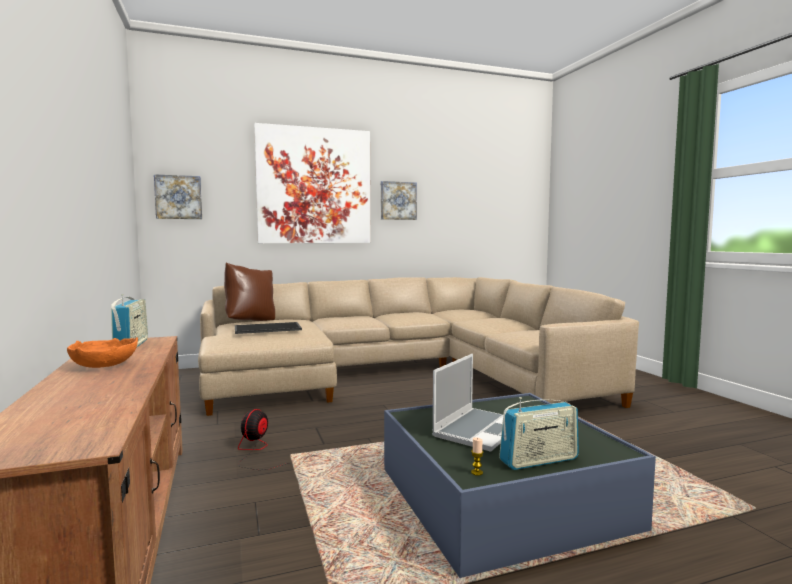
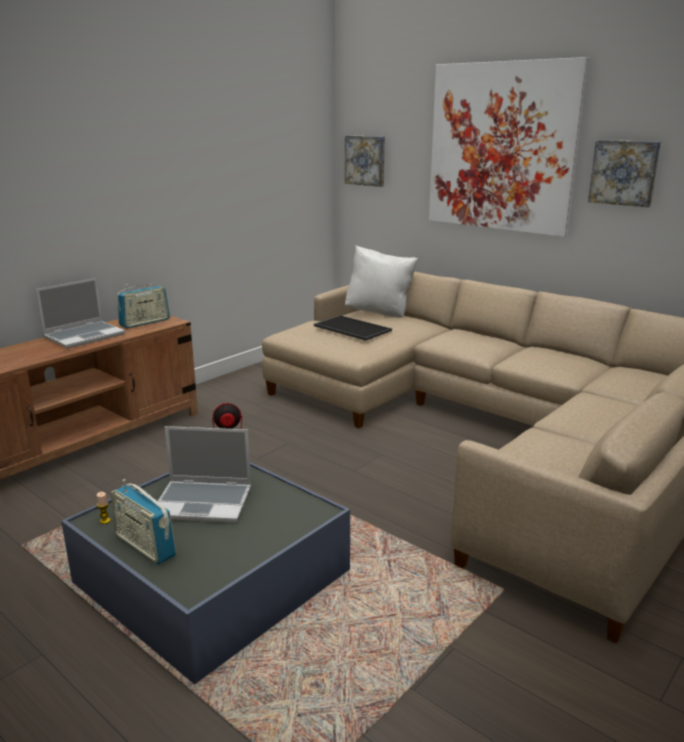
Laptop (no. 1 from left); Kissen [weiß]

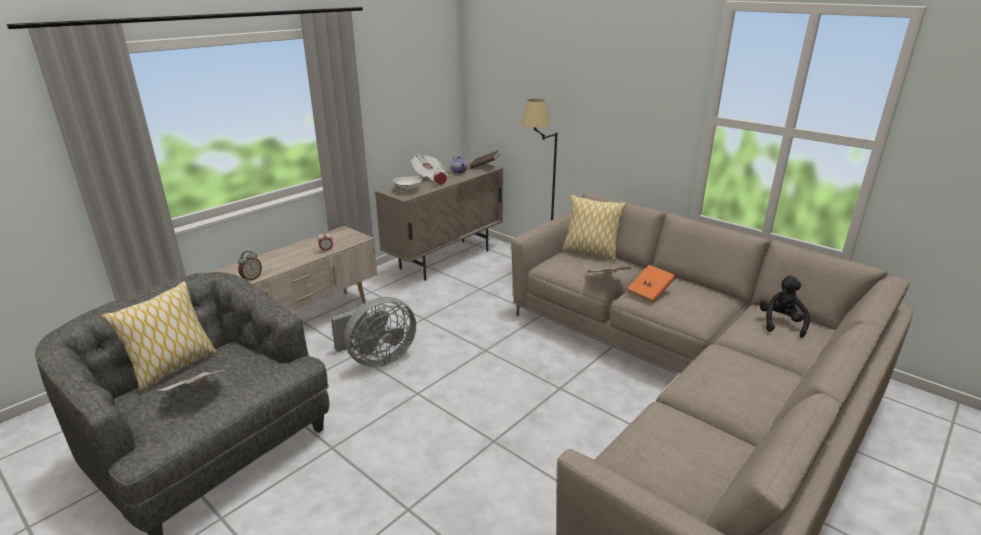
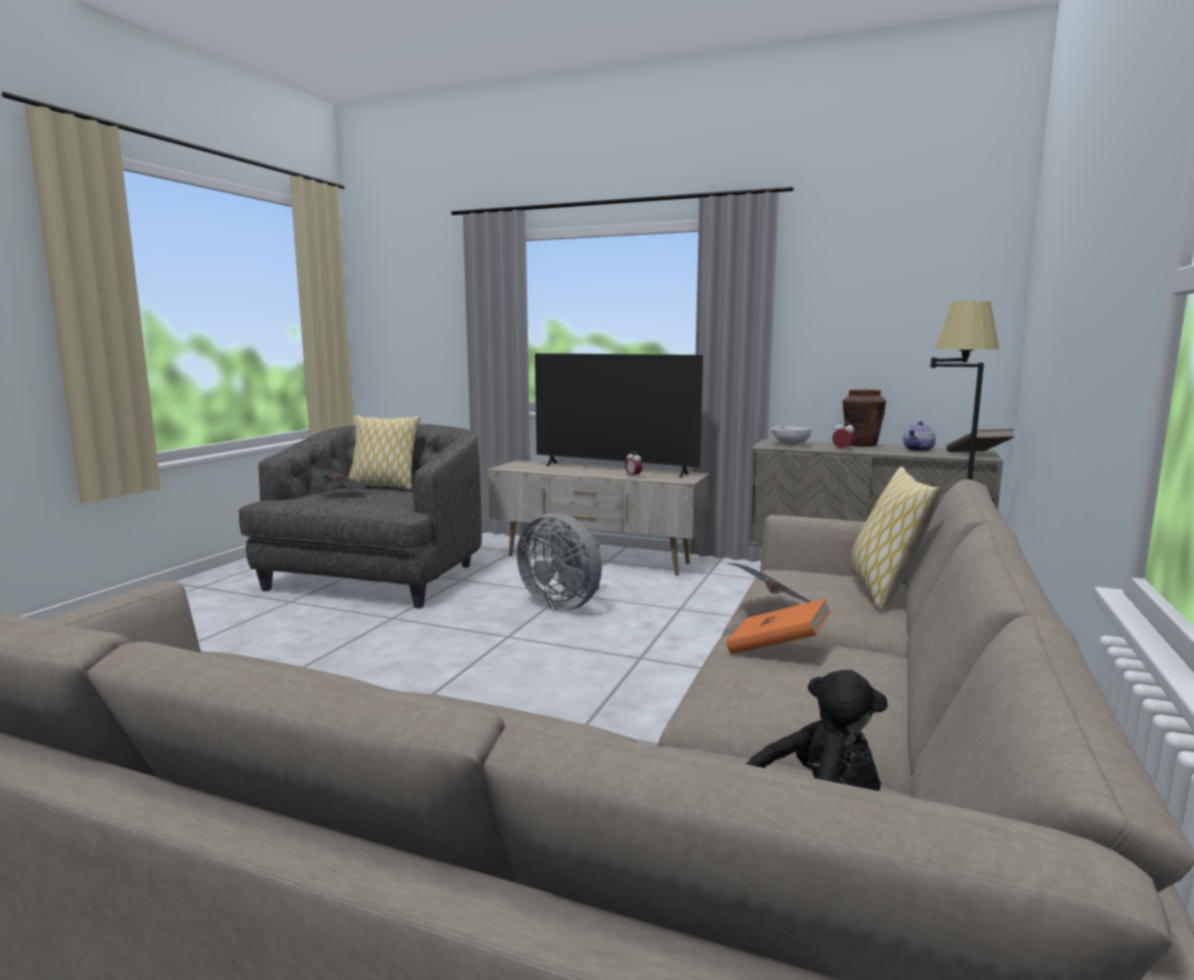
Fernseher; Vase [braun]; Wecker (no. 1 from left in the first image)

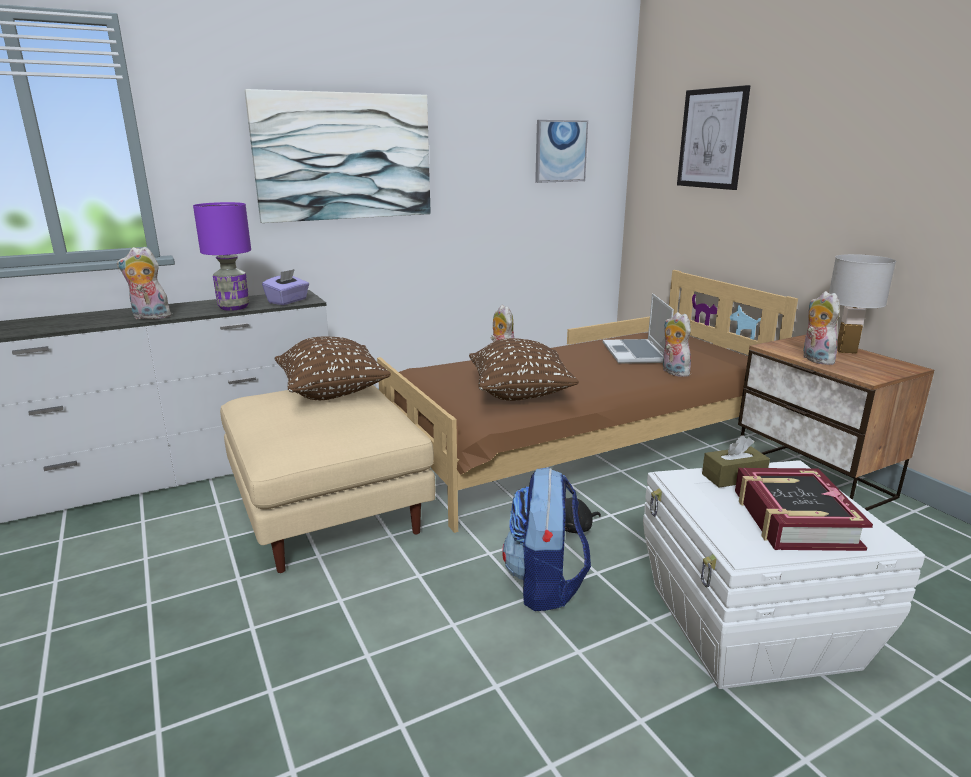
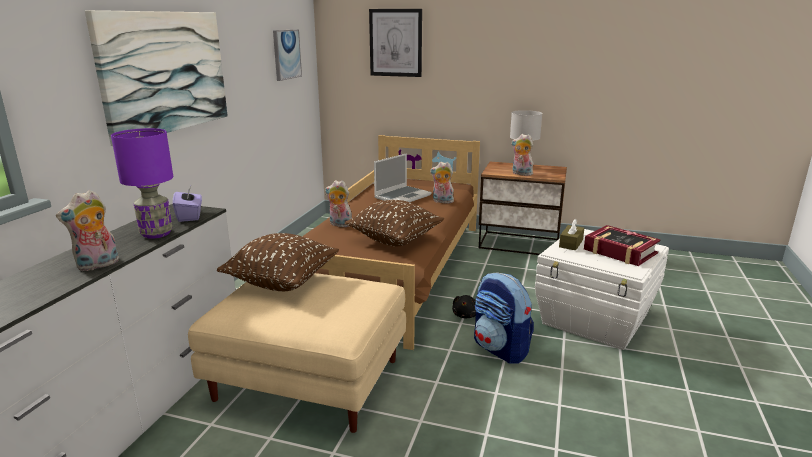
Laptop

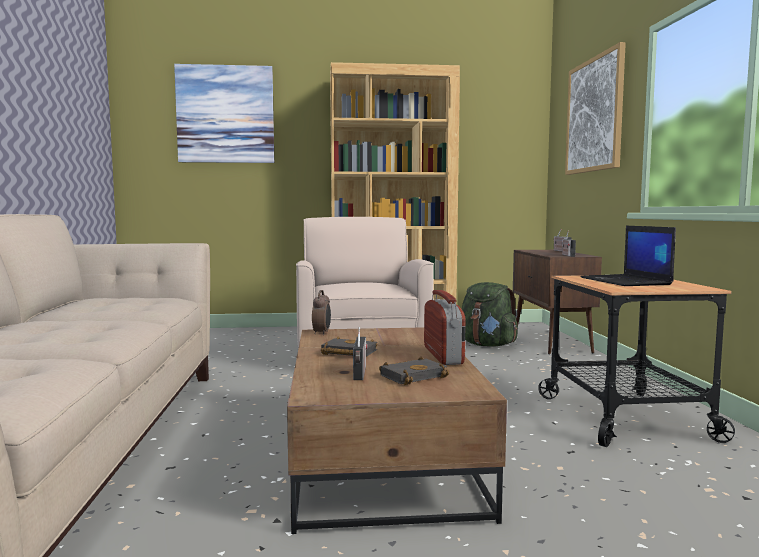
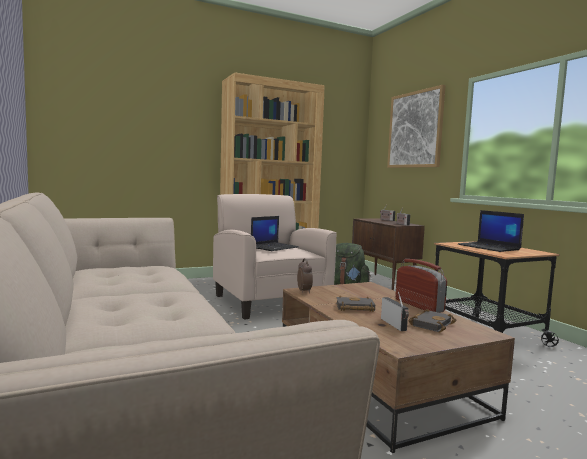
Laptop (no. 1 from left); Bild (no. 1 from left in the first image)

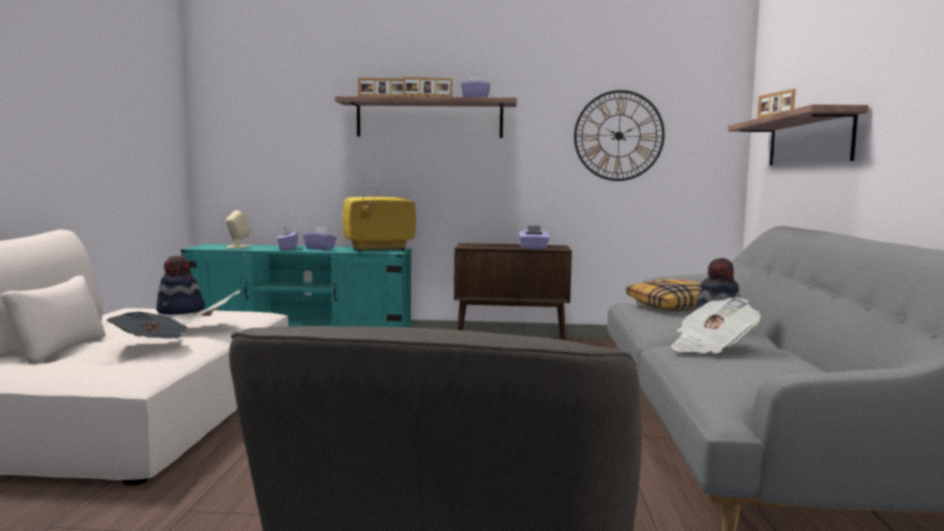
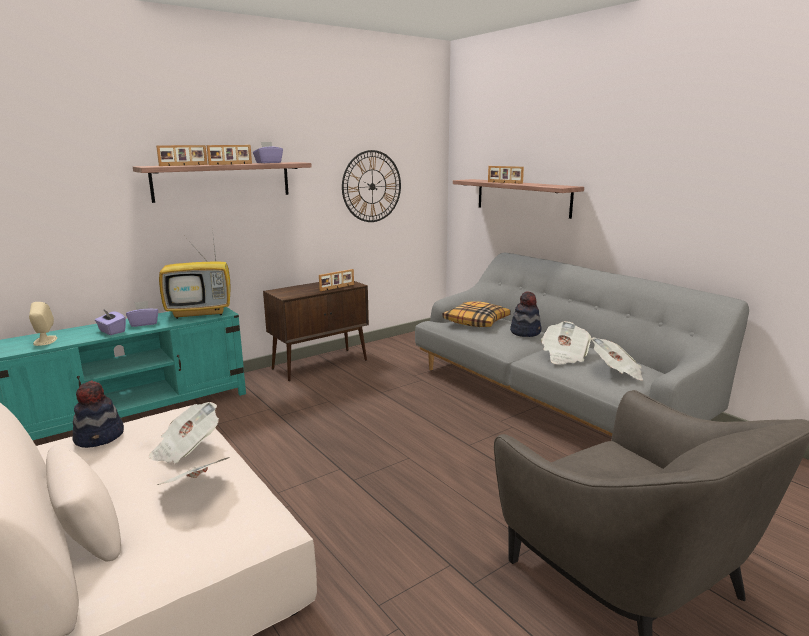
Fernseher; Bilderrahmen (no. 3 from left); Zeitung (no. 4 from left)

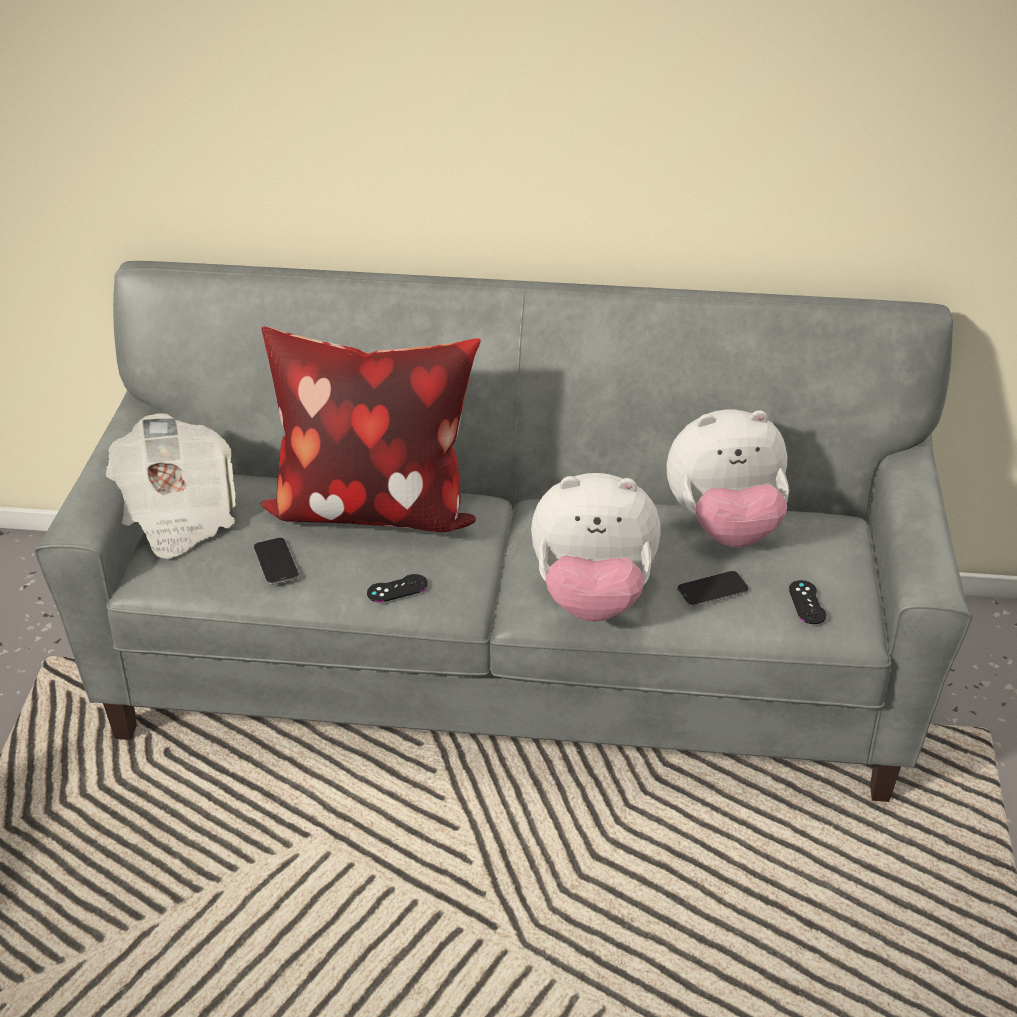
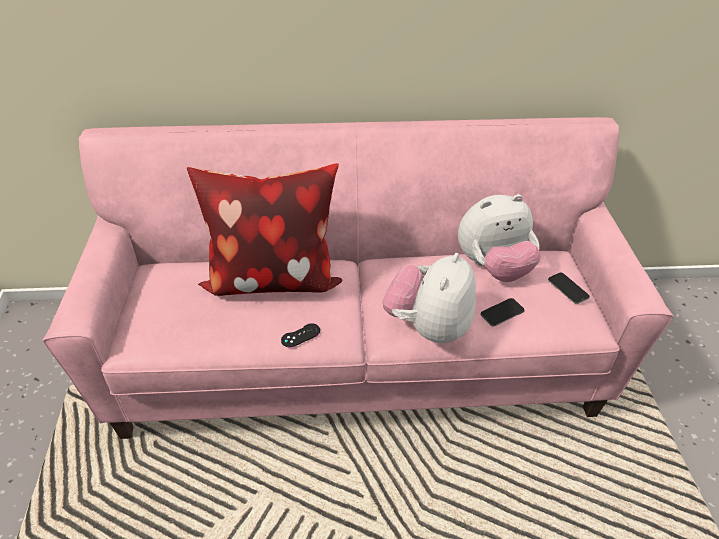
Sofa [rosa]; Plüschtier (no. 1 from left); Handy (no. 2 from left); Zeitung; Gamepad [schwarz] (no. 2 from left in the first image)

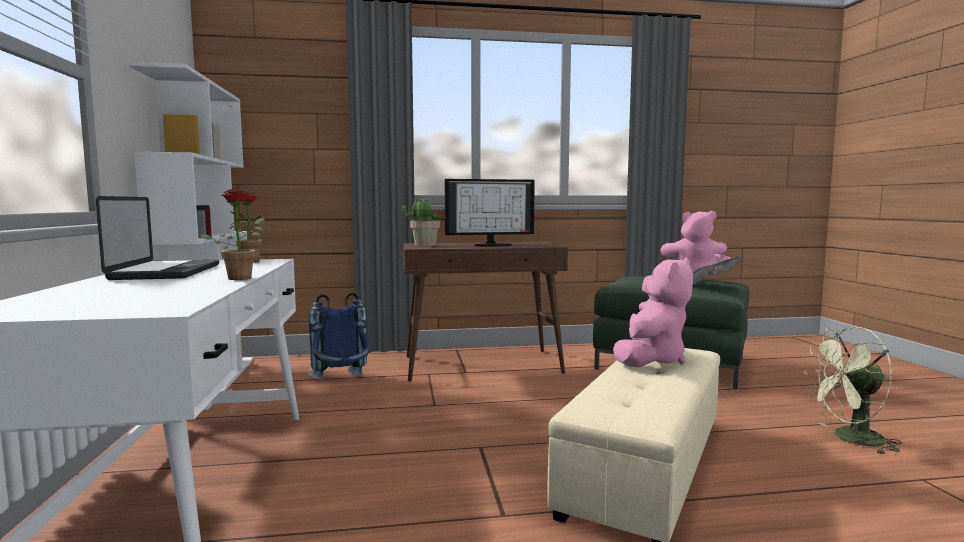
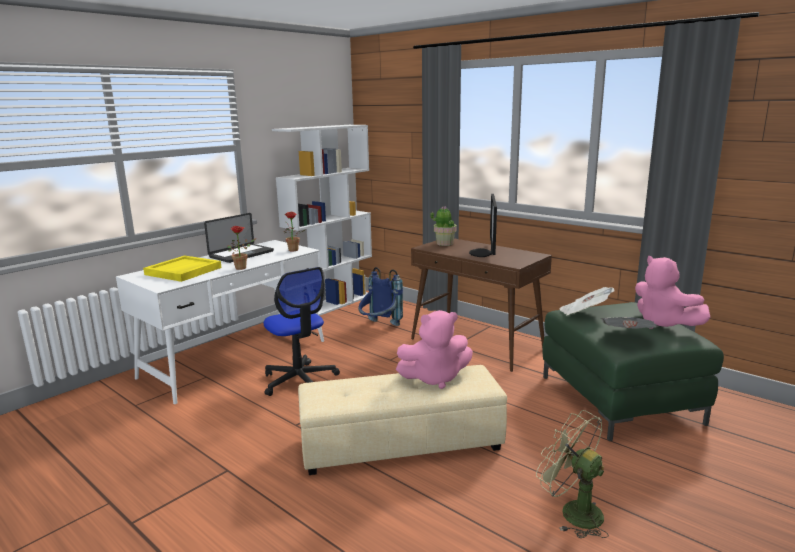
Tablett [gelb]; Bürostuhl; Monitor; Zeitung (no. 1 from left)

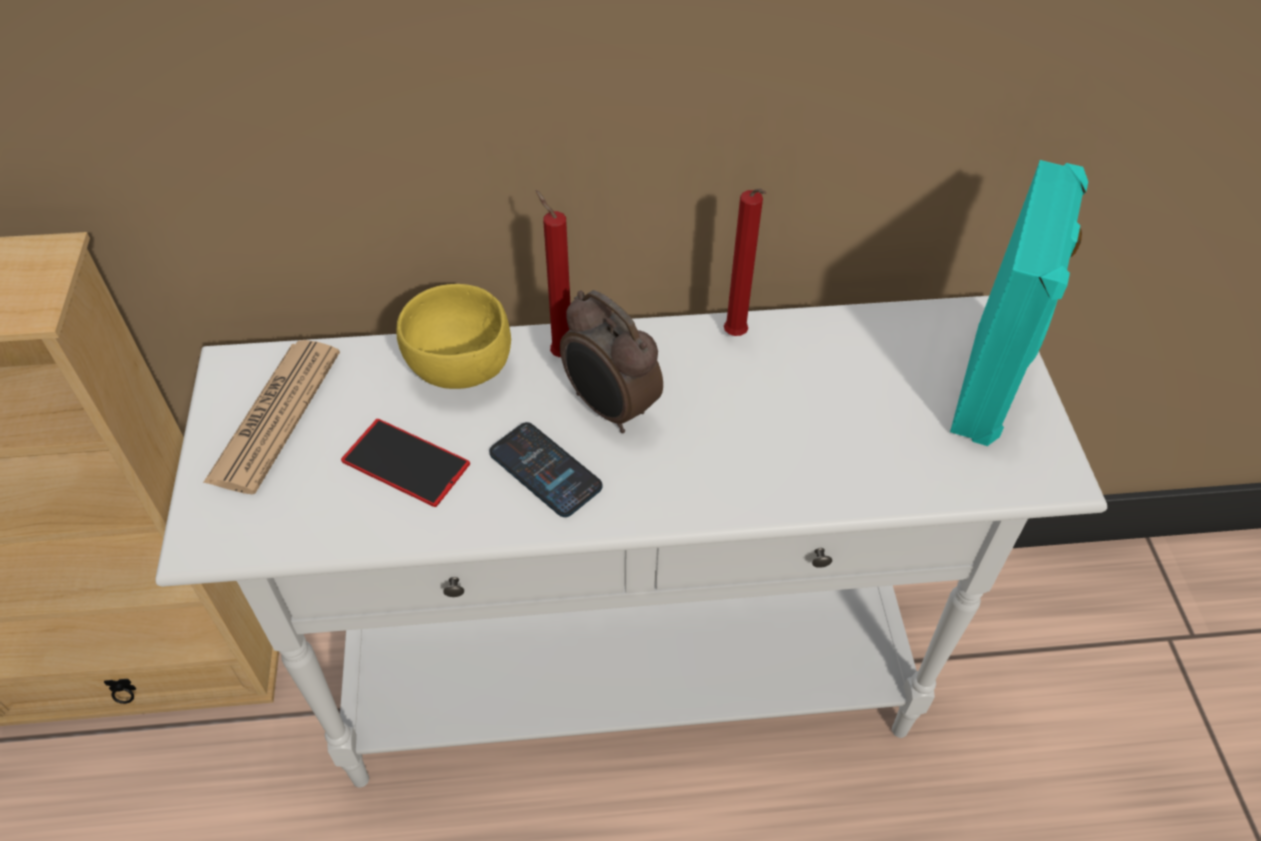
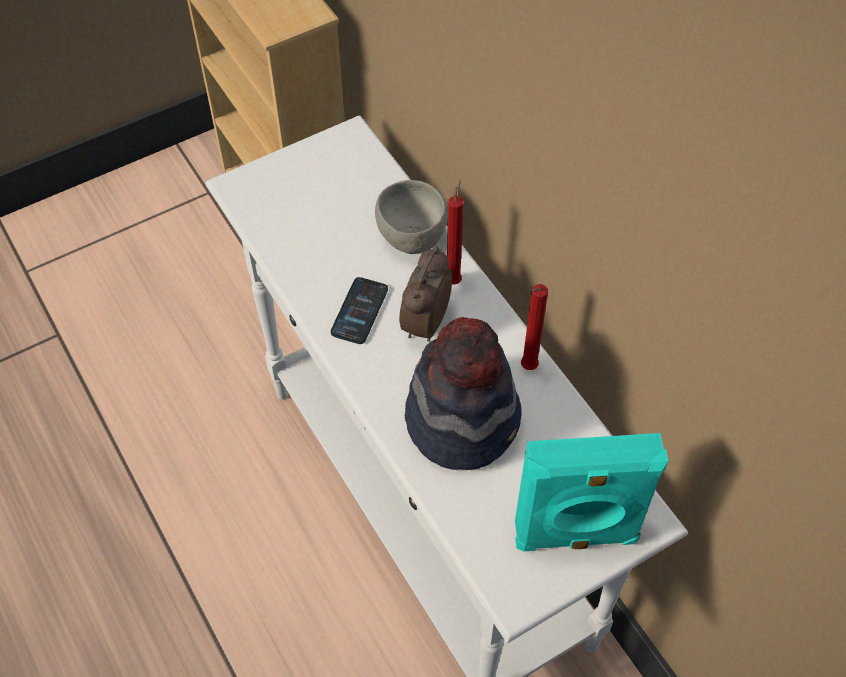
Schüssel [grau]; Hut; Zeitung; Handy (no. 1 from left in the first image)

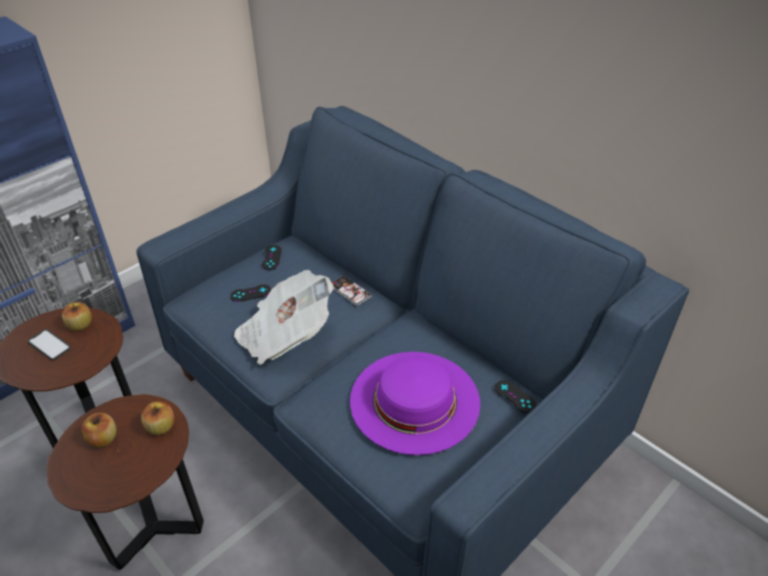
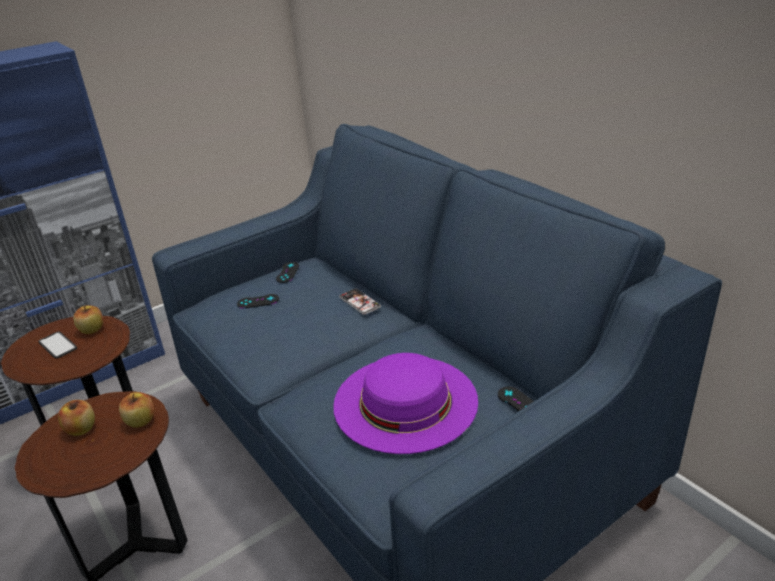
Zeitung

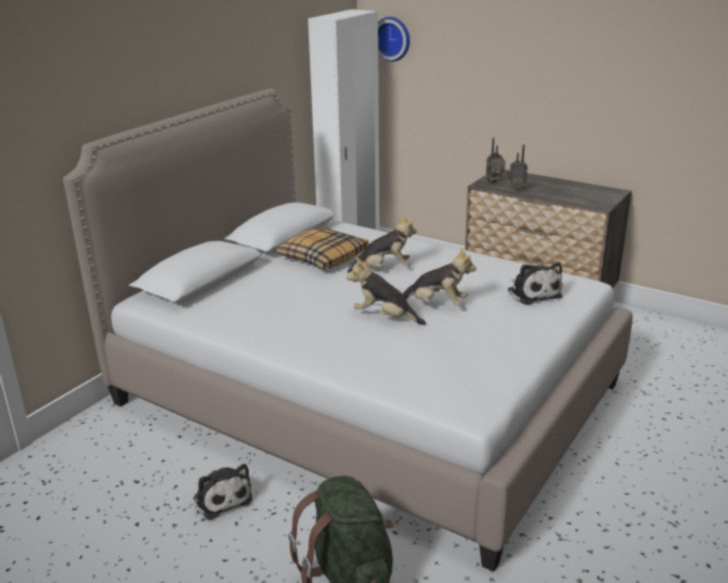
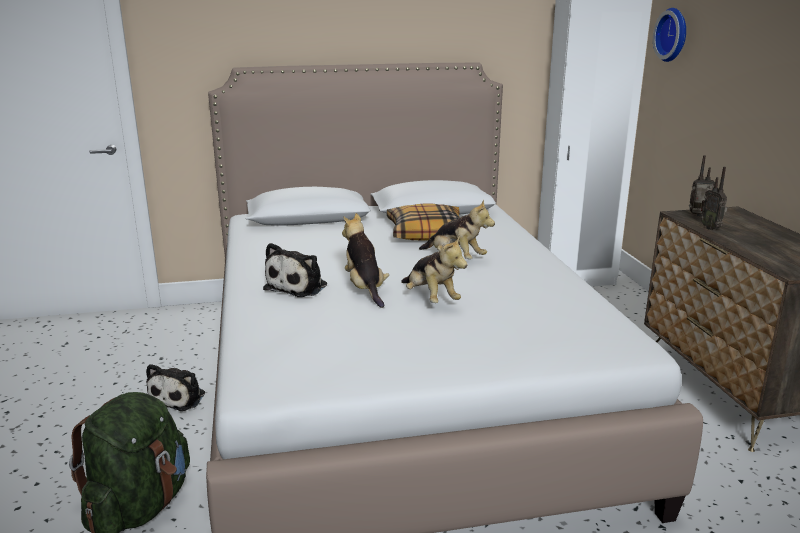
Plüschtier (no. 2 from left)

